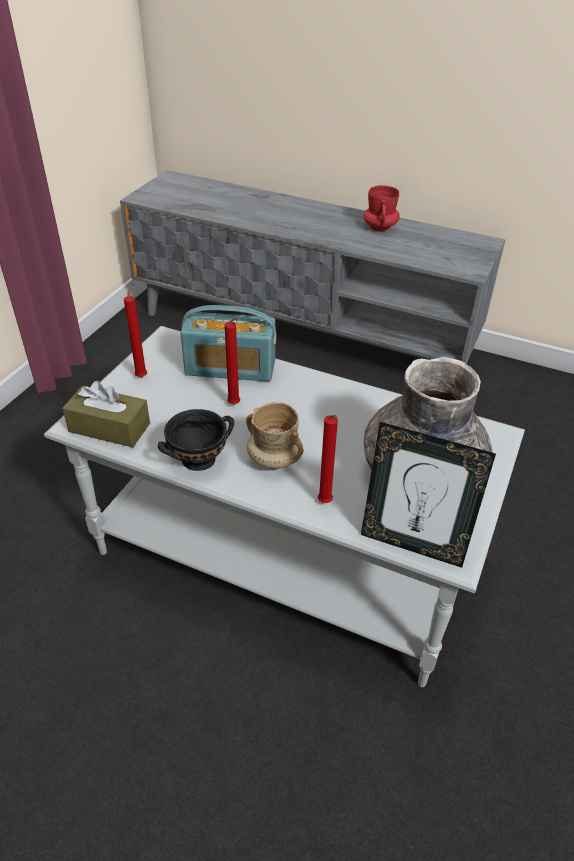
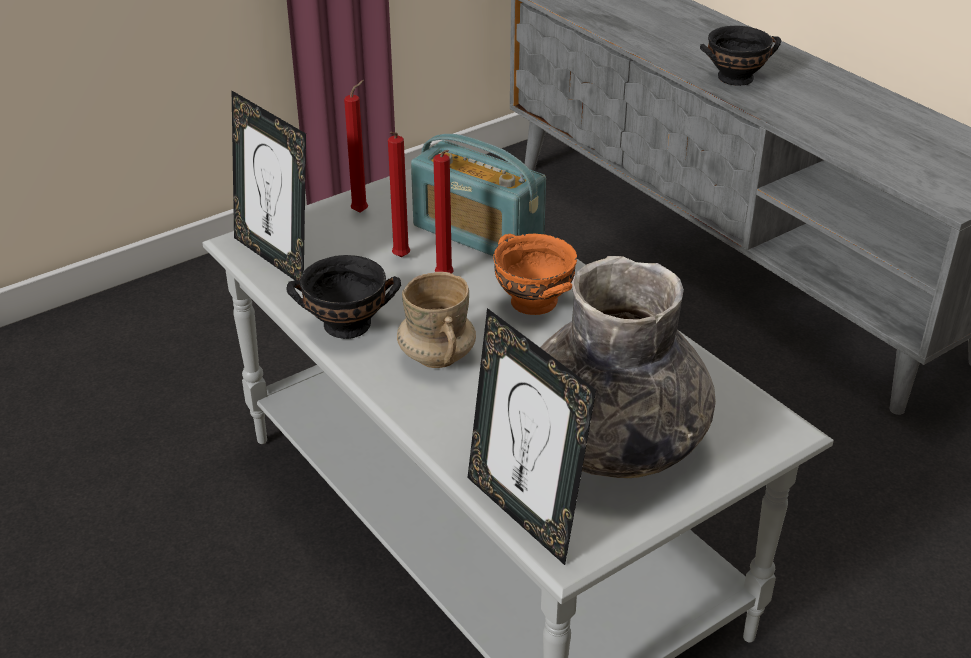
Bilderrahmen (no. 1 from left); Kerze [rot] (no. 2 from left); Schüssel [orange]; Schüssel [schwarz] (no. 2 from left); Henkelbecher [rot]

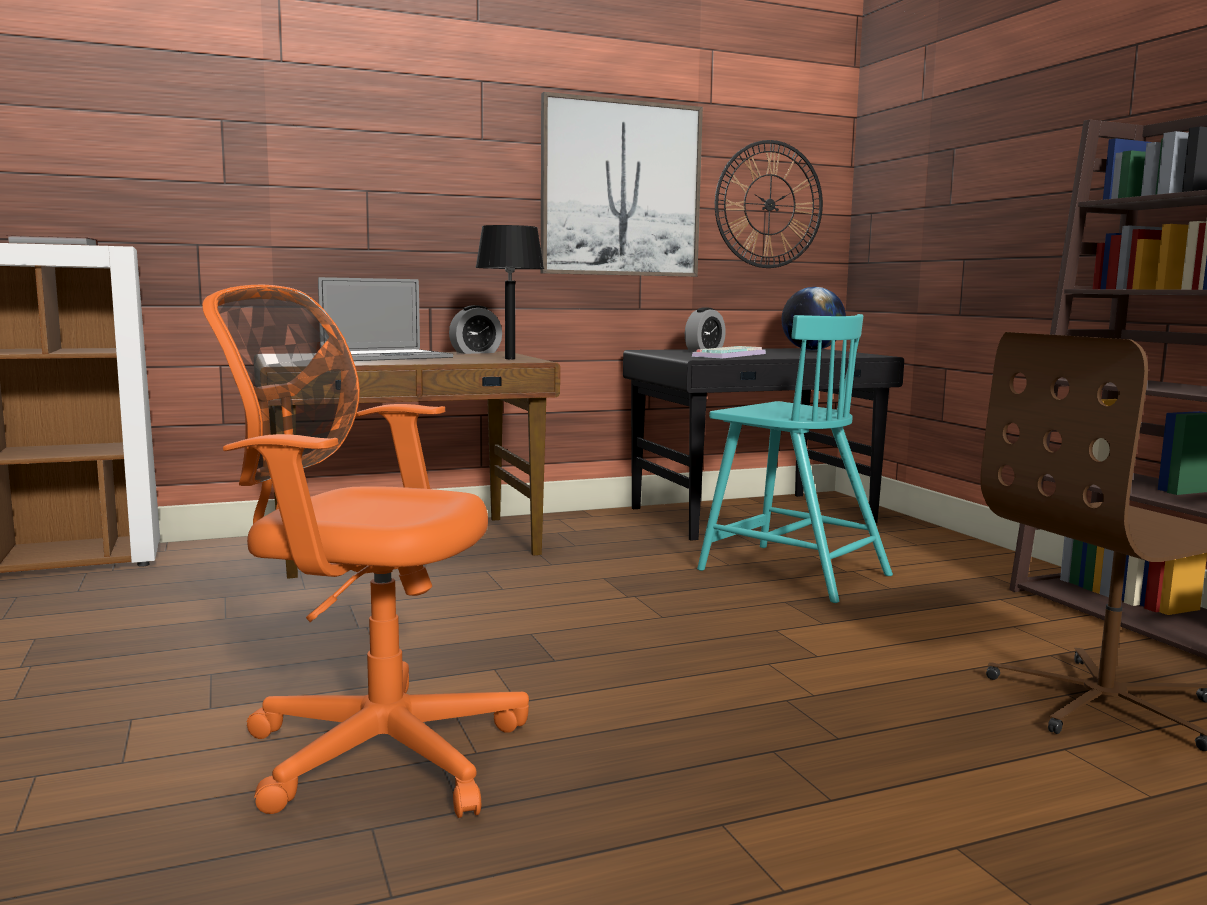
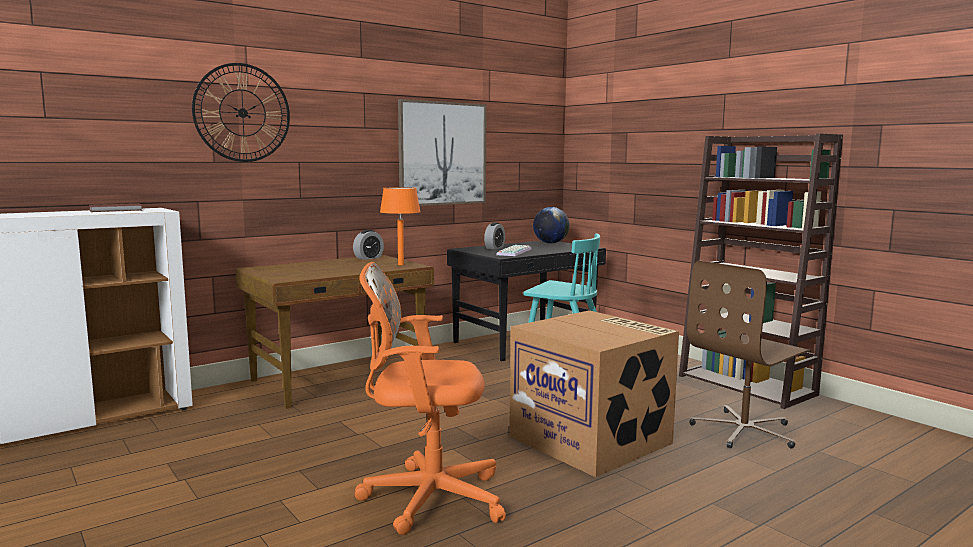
Wanduhr; Tischlampe [orange]; Karton; Laptop

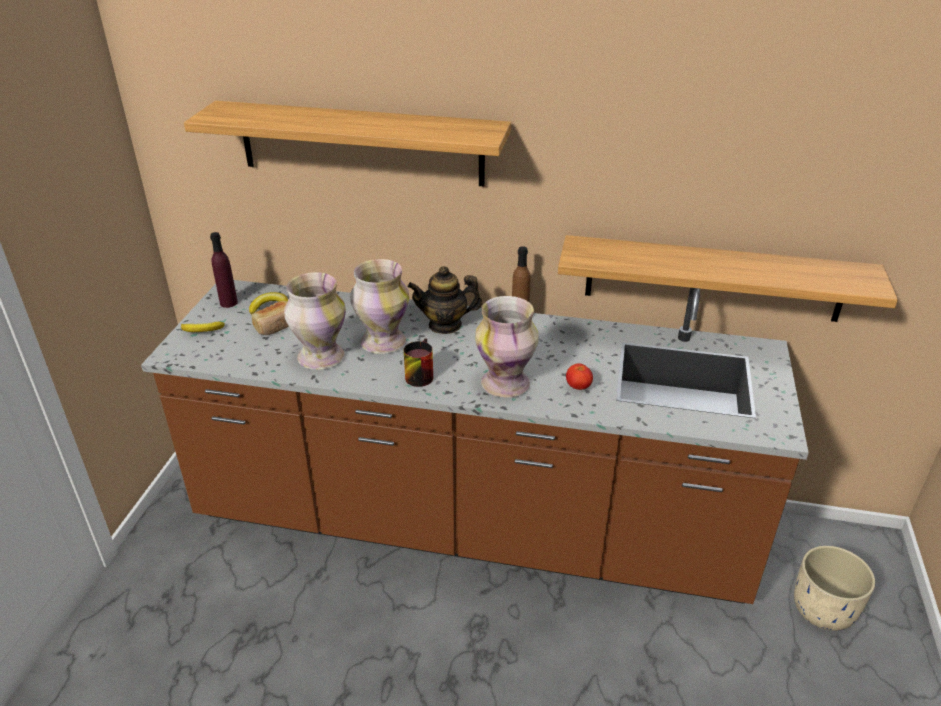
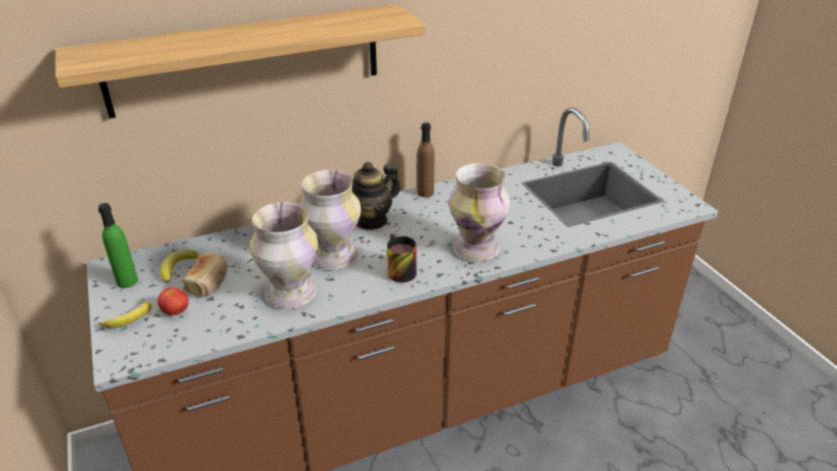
Flasche [grün]; Tomate; Wandregal (no. 2 from left in the first image); Pflanzkübel [beige]

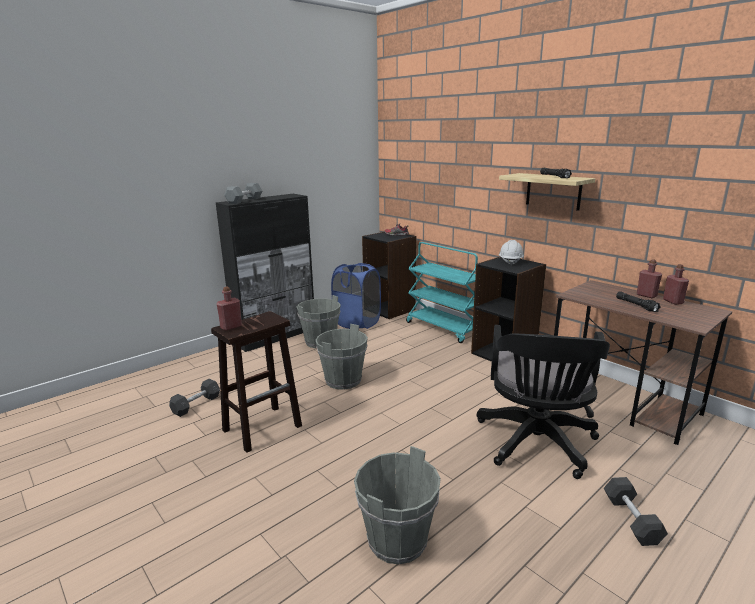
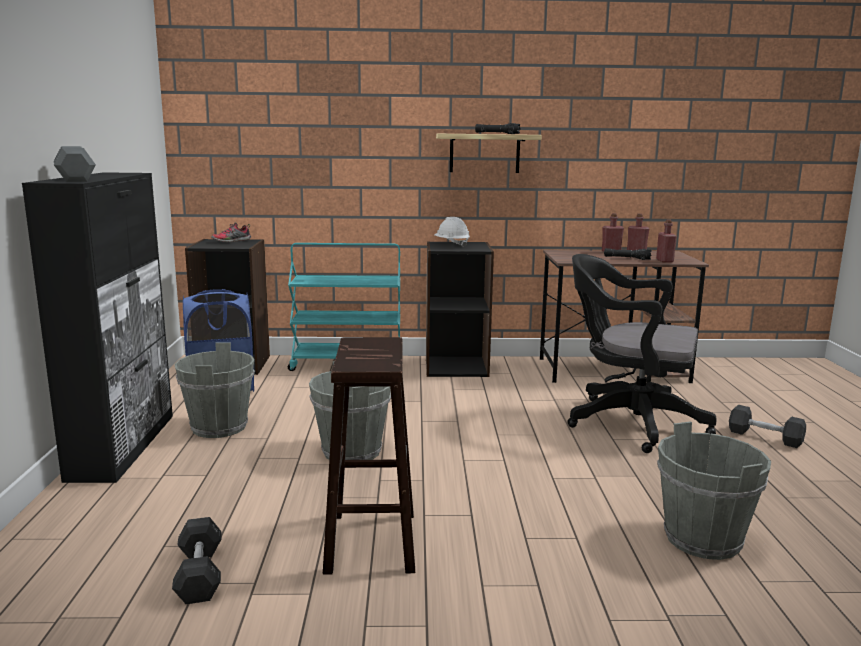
Bürostuhl [schwarz]; Flasche [rot] (no. 3 from left)

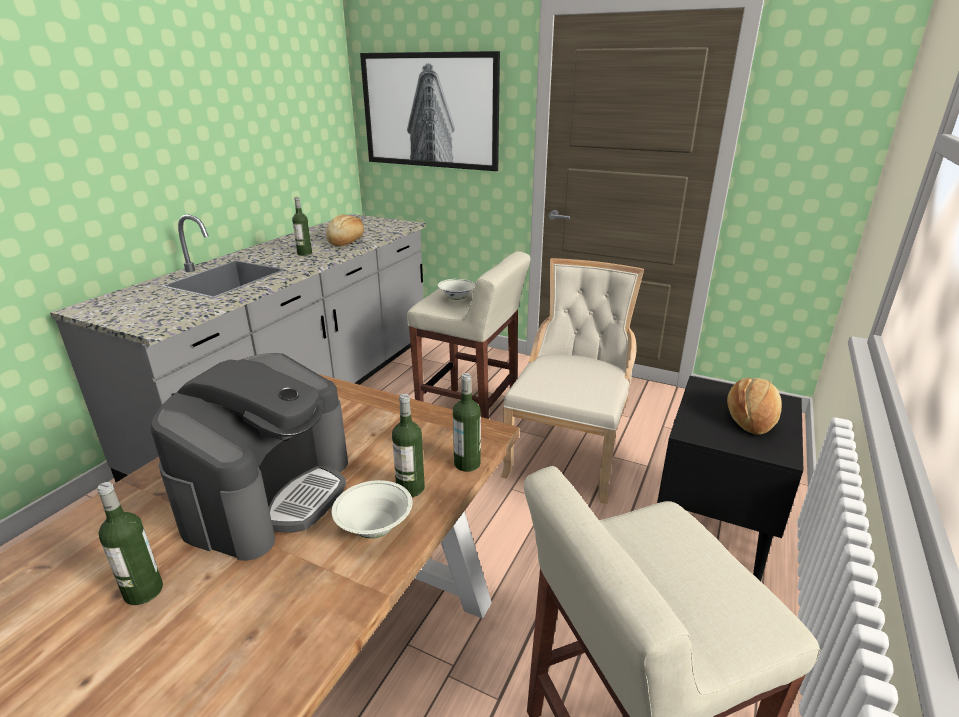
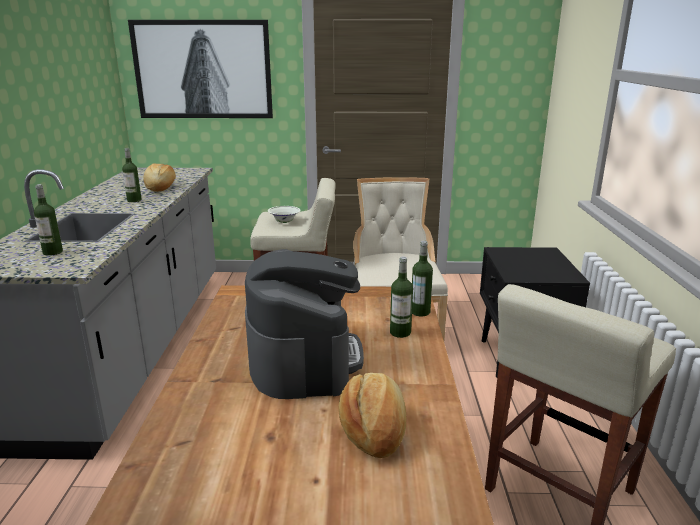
Flasche (no. 1 from left); Brot (no. 2 from left); Schüssel [weiß] (no. 1 from left in the first image)

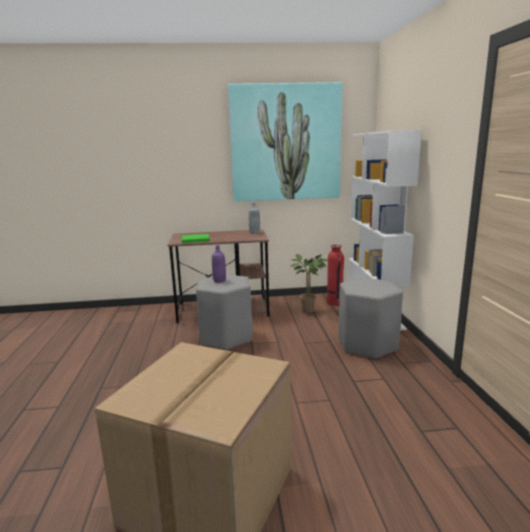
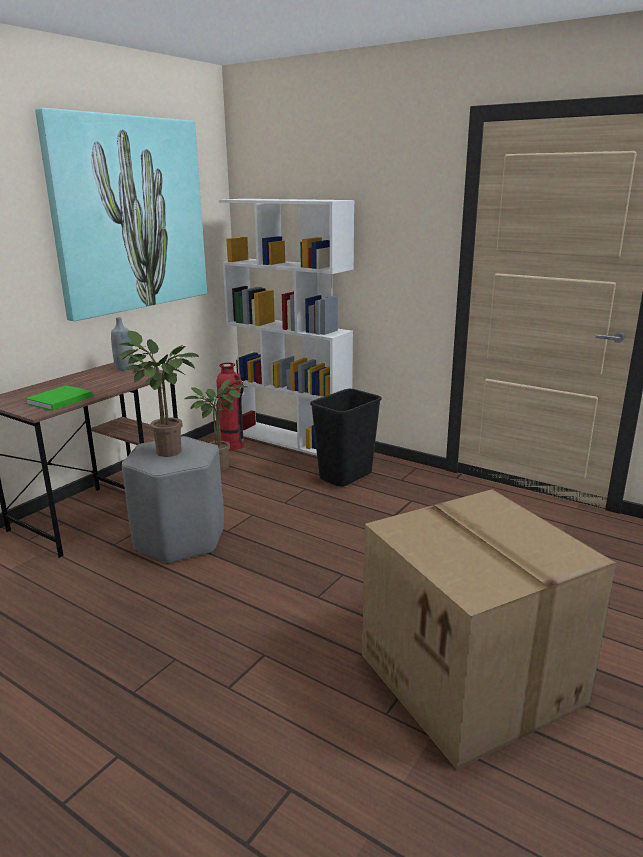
Topfpflanze (no. 1 from left); Mülleimer [schwarz]

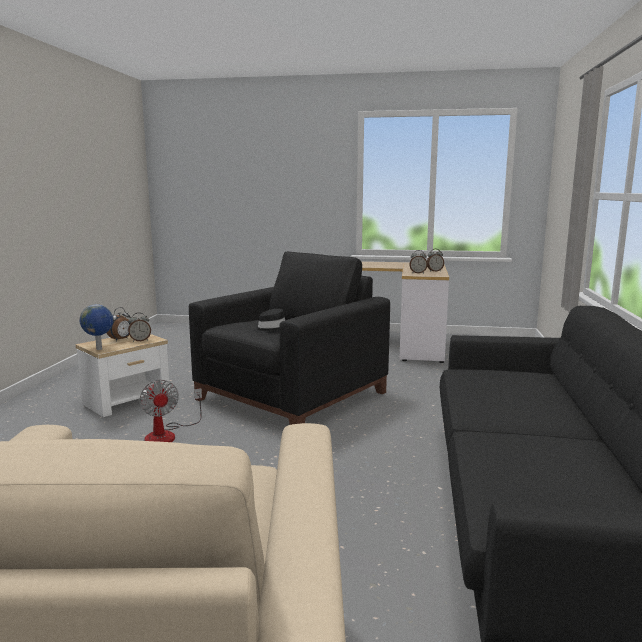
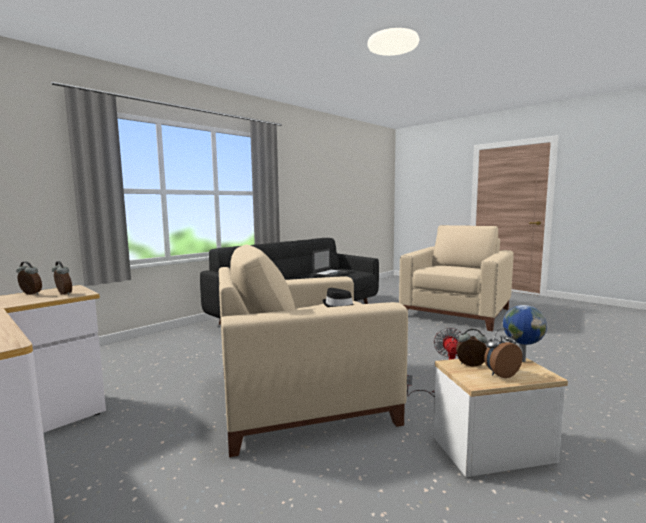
Sessel [beige] (no. 1 from left); Laptop

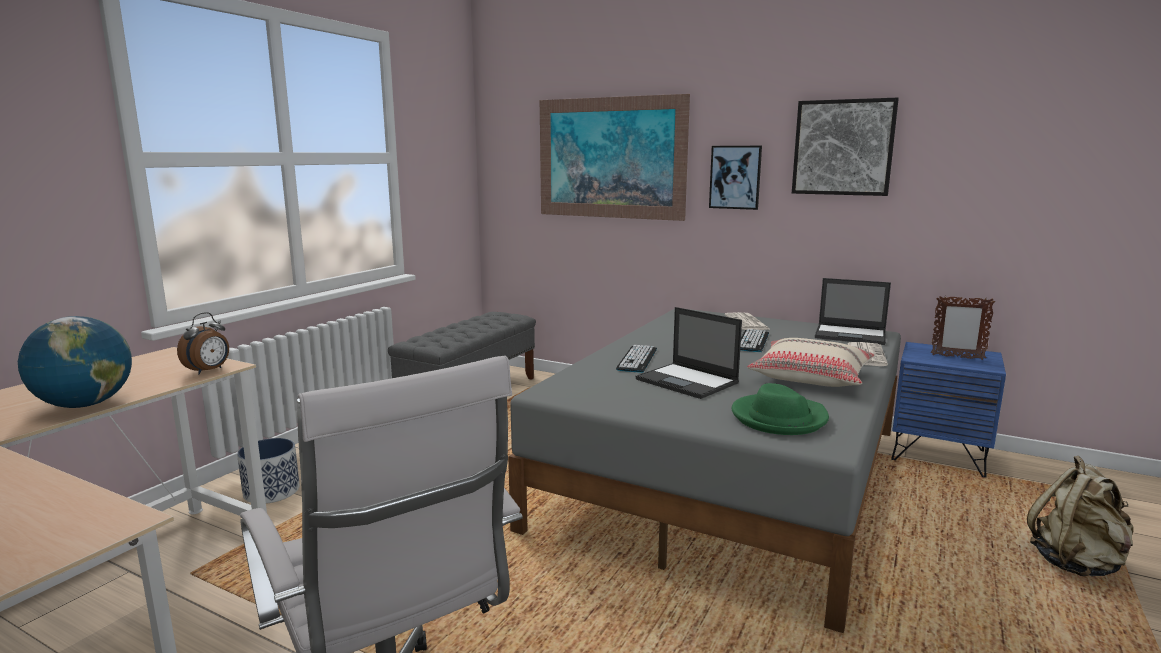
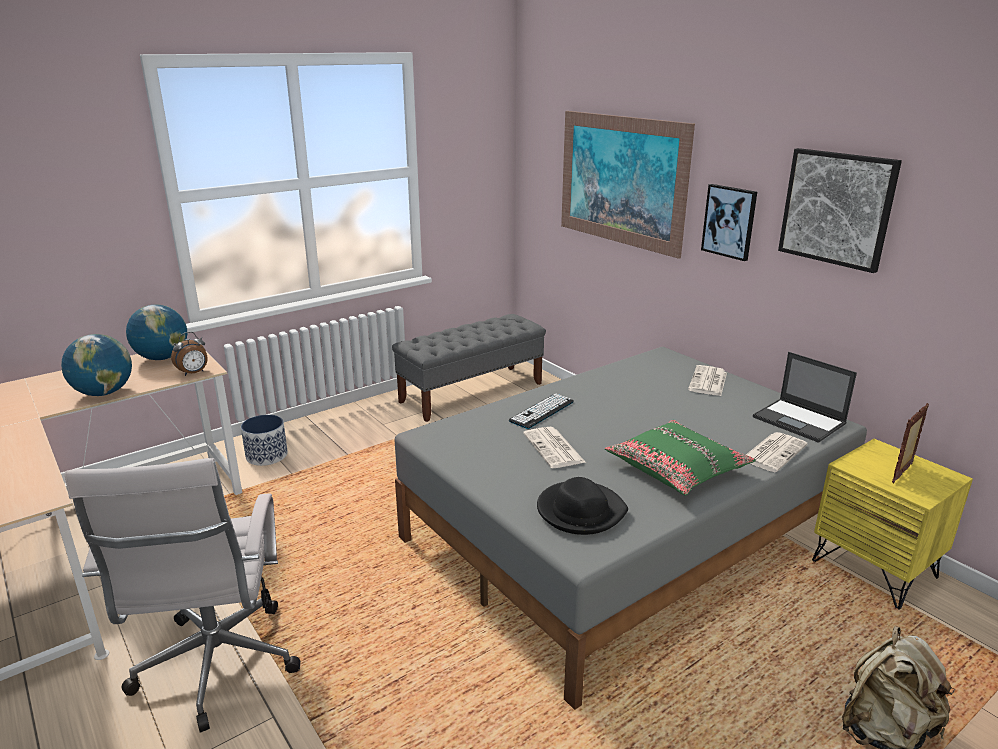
Globus (no. 2 from left); Zeitung (no. 1 from left); Hut [schwarz]; Kissen [grün]; Nachttisch [gelb]; Bilderrahmen; Tastatur (no. 2 from left in the first image)

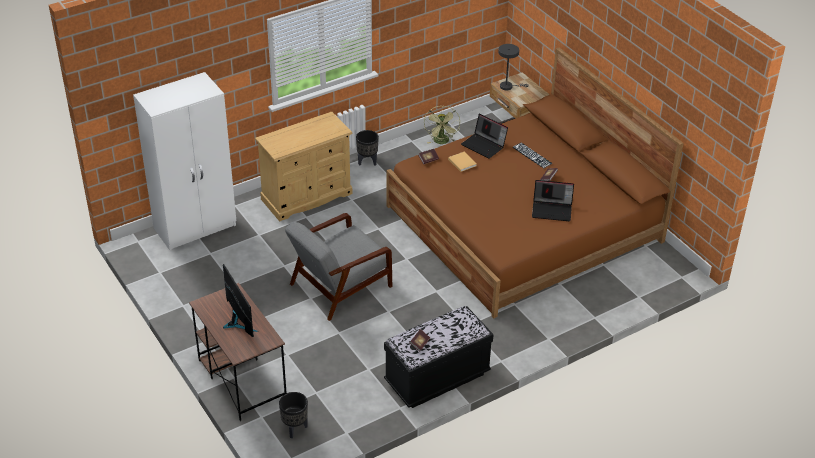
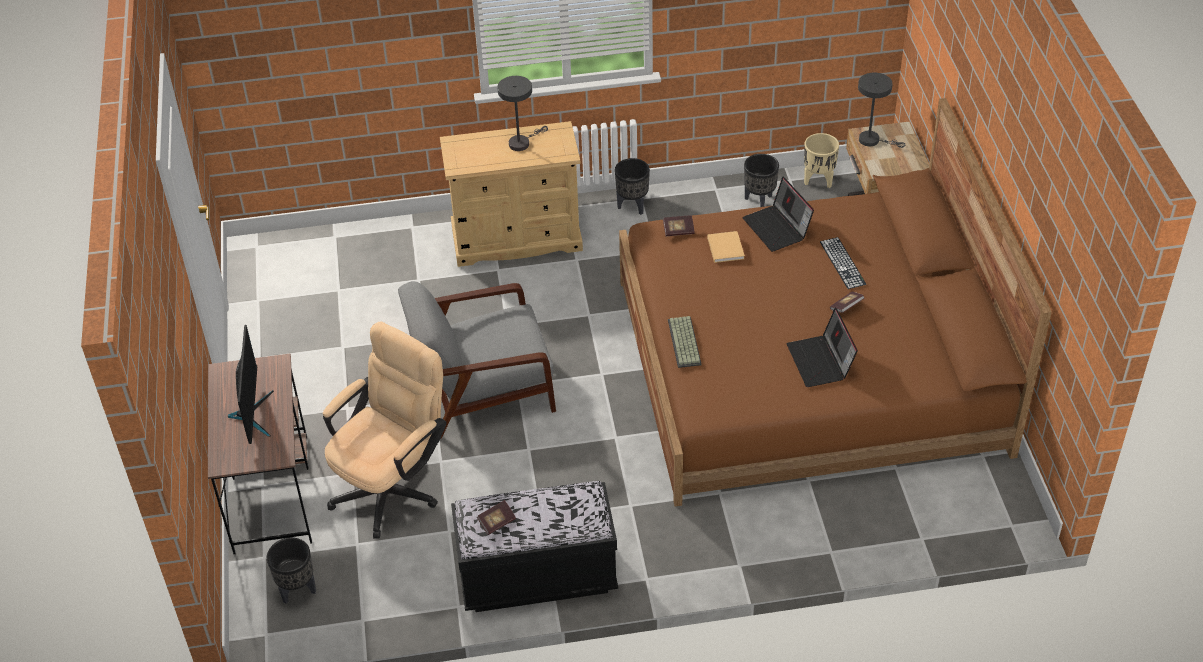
Bürostuhl [beige]; Tischlampe [grau] (no. 1 from left); Tastatur (no. 1 from left); Pflanzkübel [schwarz] (no. 3 from left); Laptop (no. 2 from left); Pflanzkübel [beige]; Kleiderschrank [weiß]

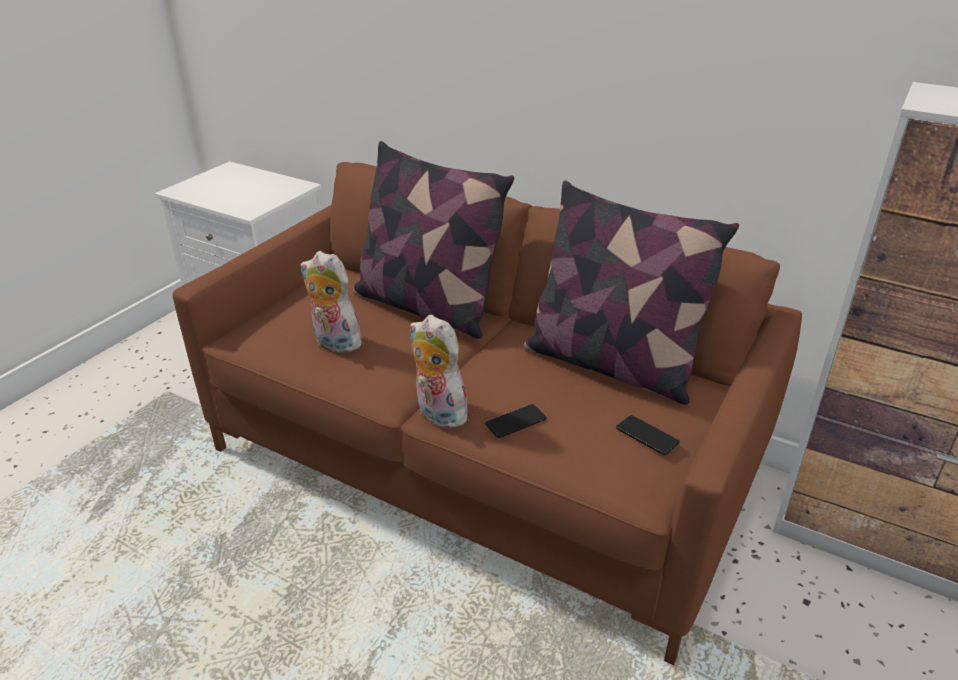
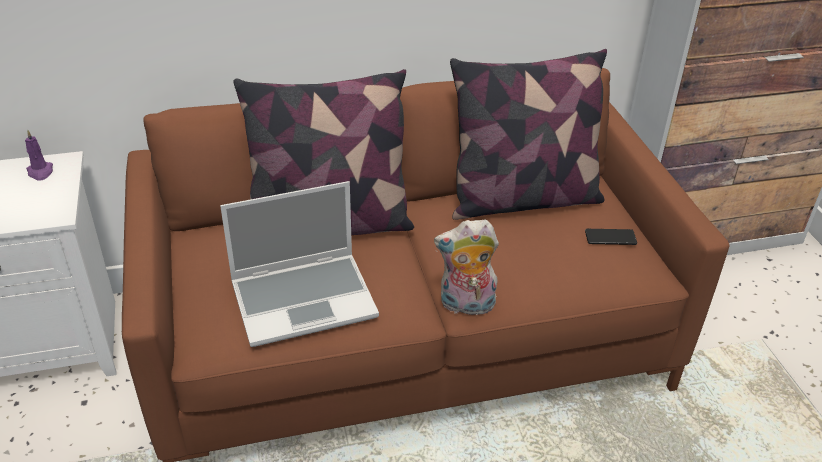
Kerze [lila]; Laptop; Handy (no. 1 from left in the first image)

